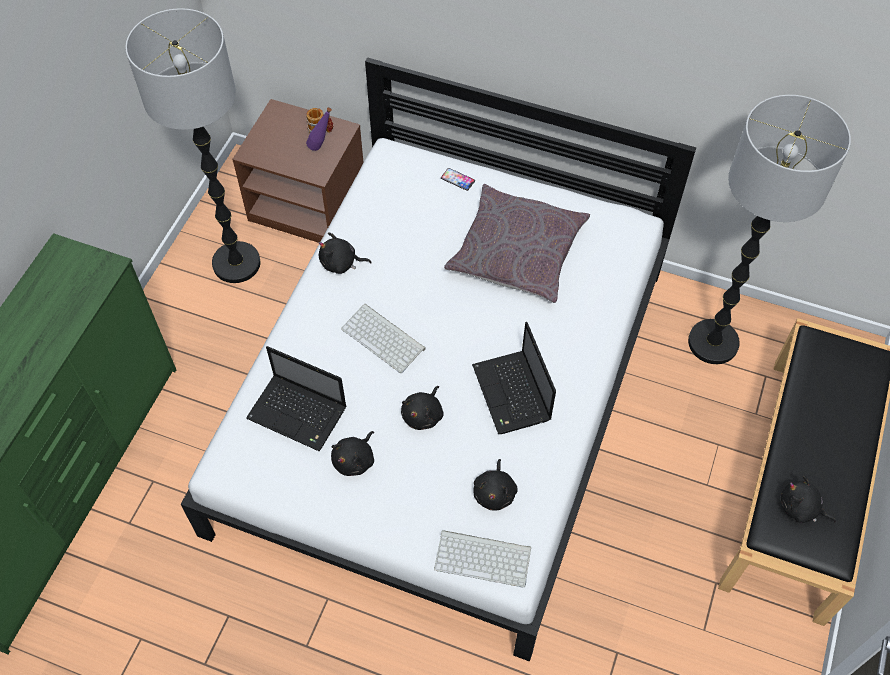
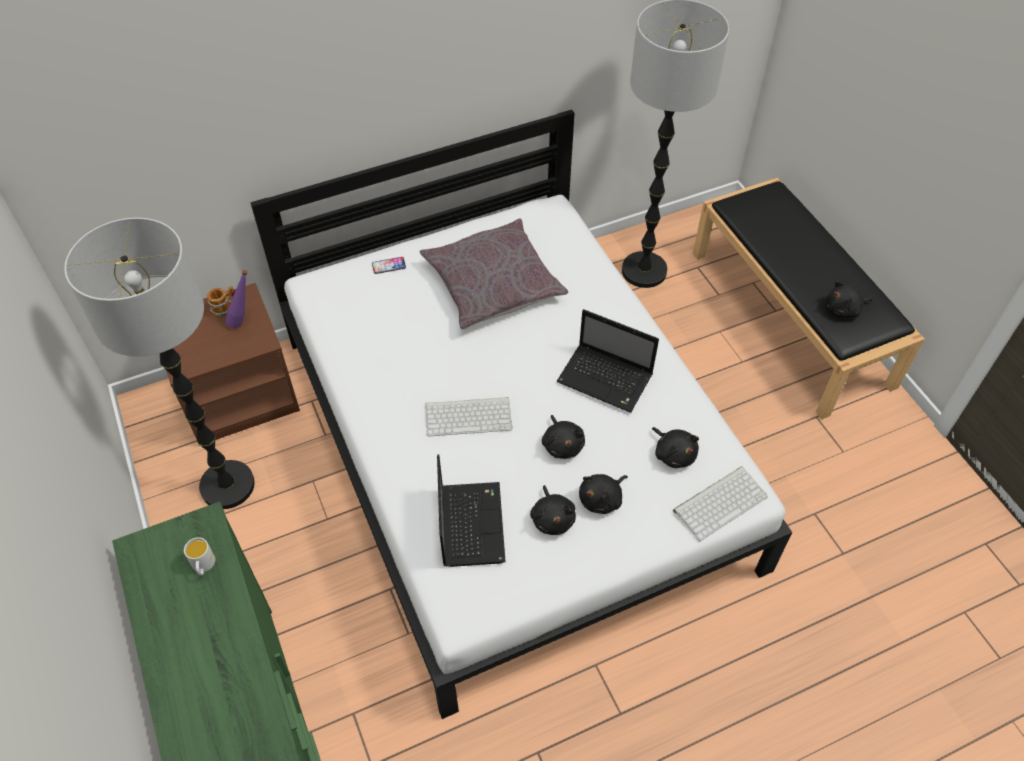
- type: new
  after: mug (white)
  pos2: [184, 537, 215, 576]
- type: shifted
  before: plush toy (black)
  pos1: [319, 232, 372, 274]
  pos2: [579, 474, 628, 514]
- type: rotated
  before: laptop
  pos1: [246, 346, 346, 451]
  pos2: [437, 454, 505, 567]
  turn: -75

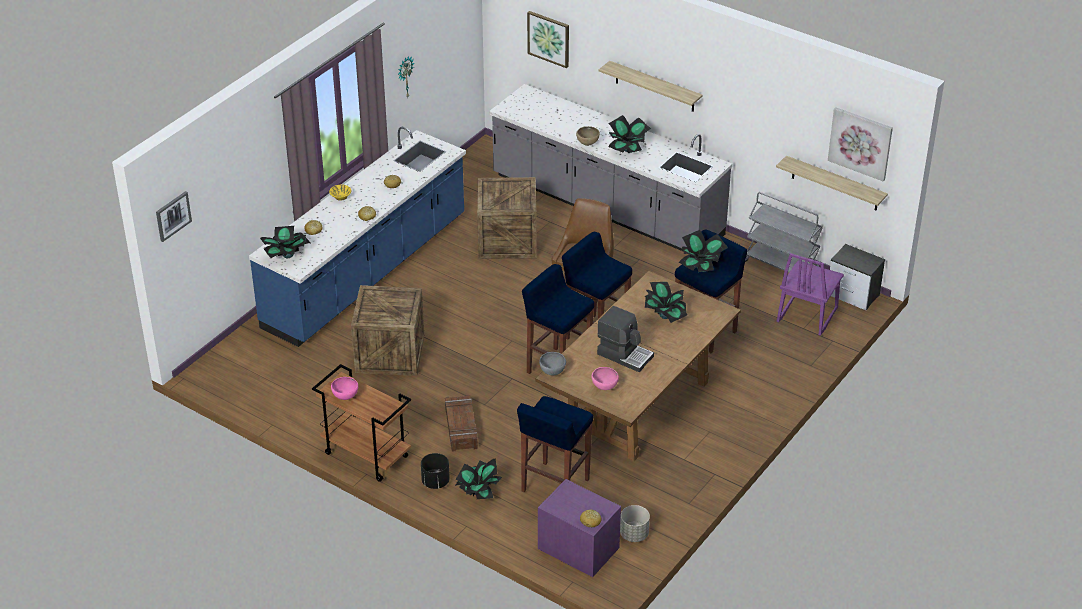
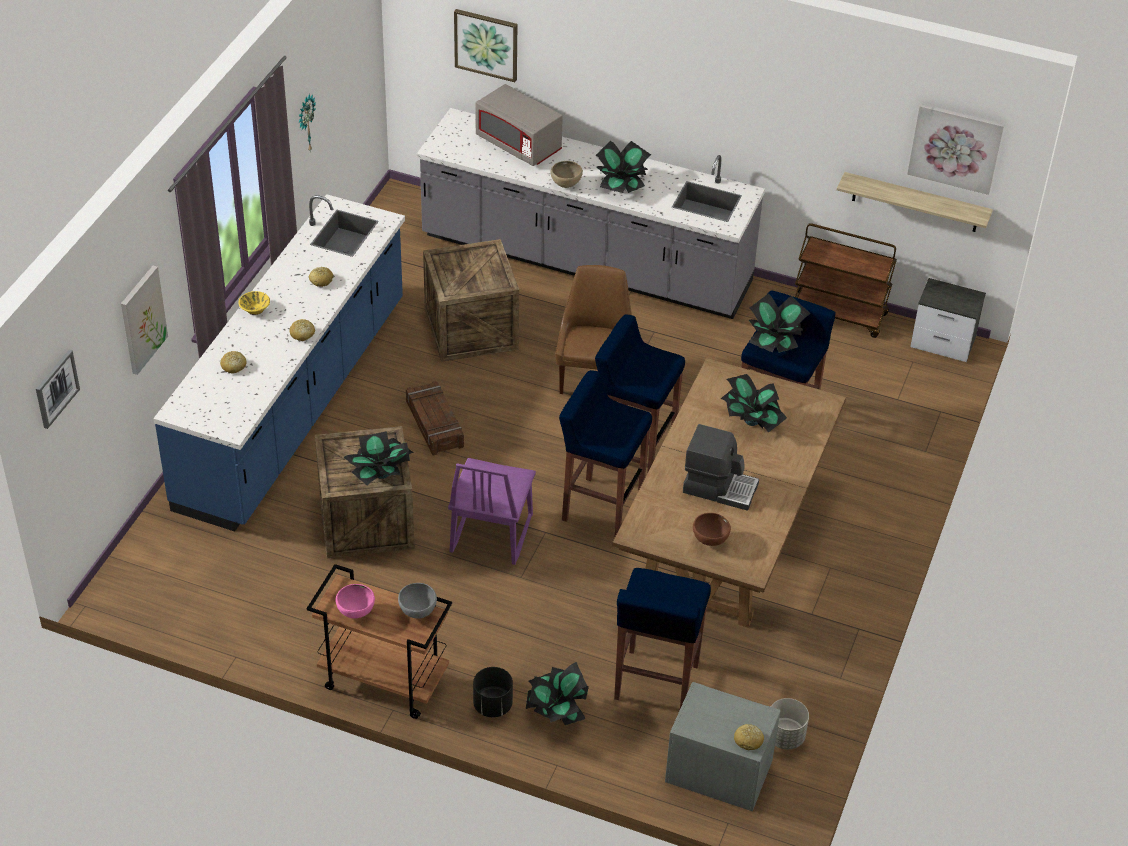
- type: gone
  before: shelf
  pos1: [599, 61, 703, 112]
- type: new
  after: picture
  pos2: [121, 266, 168, 375]
- type: new
  after: microwave (grey)
  pos2: [475, 84, 563, 166]
- type: shifted
  before: potted plant
  pos1: [260, 226, 311, 258]
  pos2: [343, 431, 414, 486]
- type: shifted
  before: crate
  pos1: [445, 395, 478, 451]
  pos2: [406, 381, 464, 455]
- type: shifted
  before: bowl (grey)
  pos1: [539, 352, 566, 375]
  pos2: [398, 583, 437, 619]
- type: shifted
  before: chair (purple)
  pos1: [777, 253, 844, 336]
  pos2: [448, 458, 536, 565]
- type: repainted
  before: nightstand (purple)
  after: nightstand (grey)
  pos1: [538, 479, 621, 577]
  pos2: [665, 682, 780, 811]
- type: repainted
  before: bowl (pink)
  after: bowl (brown)
  pos1: [591, 367, 619, 390]
  pos2: [693, 513, 731, 546]
- type: repainted
  before: cart (grey)
  after: cart (brown)
  pos1: [745, 192, 823, 273]
  pos2: [795, 223, 897, 338]

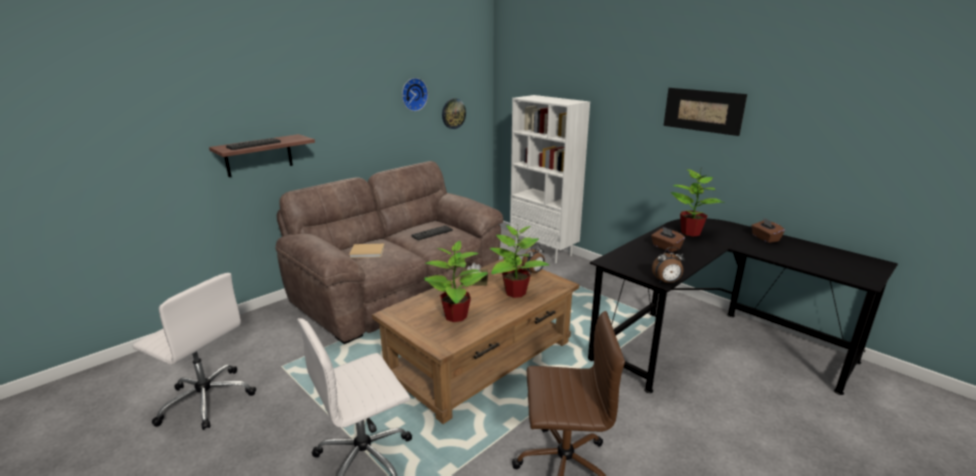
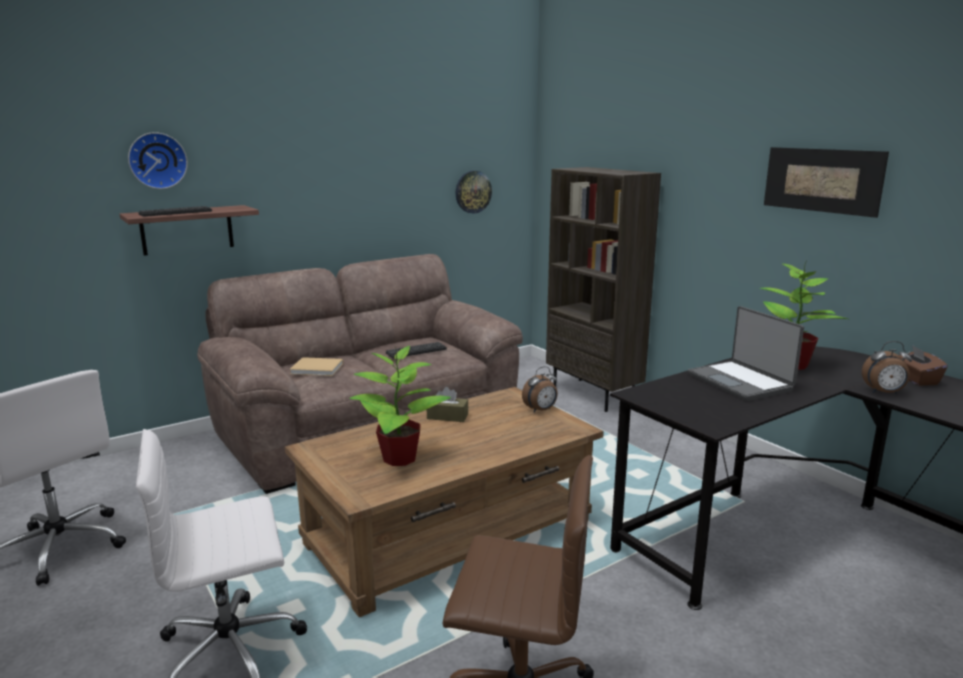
- type: gone
  before: potted plant
  pos1: [489, 225, 549, 298]
- type: shifted
  before: wall clock
  pos1: [402, 78, 428, 111]
  pos2: [128, 132, 188, 189]
- type: shifted
  before: alarm clock
  pos1: [652, 247, 684, 283]
  pos2: [862, 341, 912, 394]
- type: swapped
  before: tissue box (brown)
  after: laptop
  pos1: [651, 226, 685, 252]
  pos2: [688, 306, 804, 401]
- type: repainted
  before: bookcase (white)
  after: bookcase (brown)
  pos1: [510, 95, 590, 264]
  pos2: [546, 167, 661, 412]

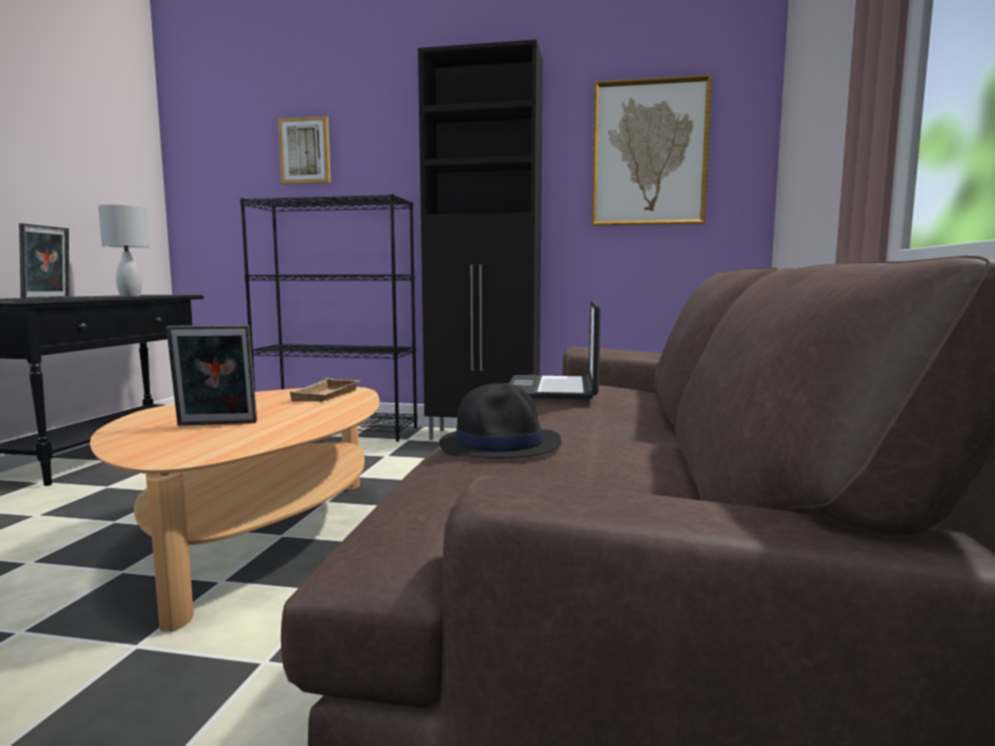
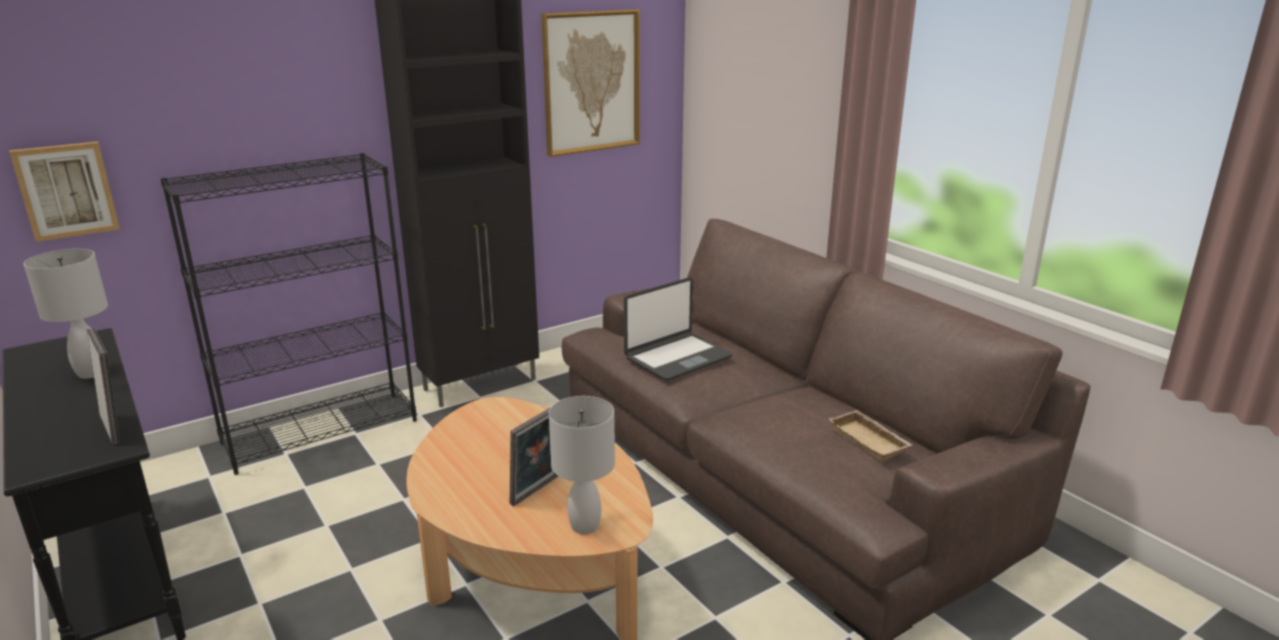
- type: gone
  before: hat (black)
  pos1: [439, 383, 562, 458]
- type: new
  after: table lamp (white)
  pos2: [549, 396, 615, 534]
- type: shifted
  before: picture
  pos1: [278, 116, 331, 184]
  pos2: [9, 142, 120, 242]
- type: shifted
  before: tray (beige)
  pos1: [290, 378, 360, 402]
  pos2: [829, 410, 912, 462]
- type: rotated
  before: laptop
  pos1: [509, 301, 601, 400]
  pos2: [624, 277, 732, 380]
  turn: -90

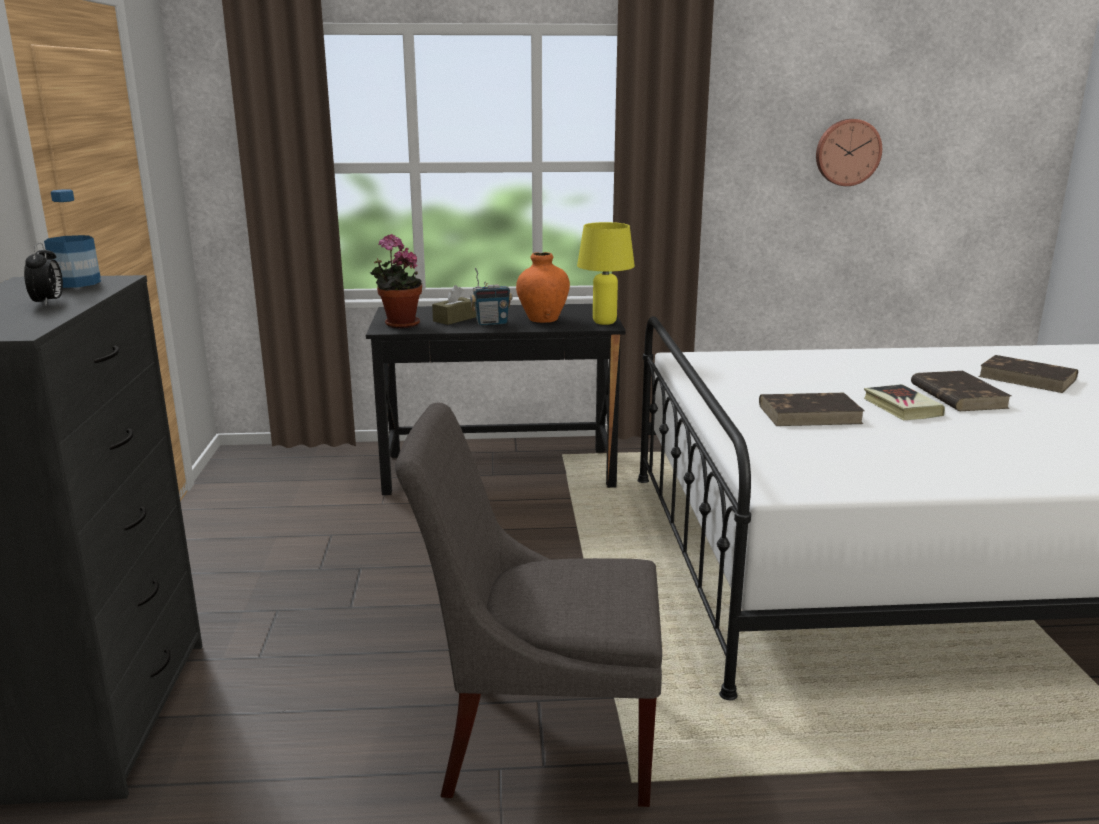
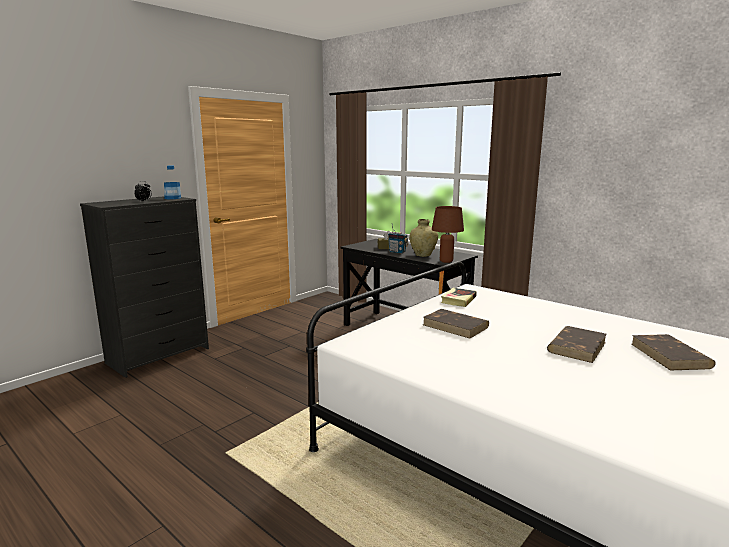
- type: gone
  before: potted plant
  pos1: [370, 234, 422, 328]
- type: gone
  before: chair (grey)
  pos1: [395, 403, 662, 807]
- type: gone
  before: wall clock
  pos1: [816, 119, 882, 186]
- type: shifted
  before: book
  pos1: [864, 384, 945, 420]
  pos2: [441, 288, 477, 307]
- type: repainted
  before: vase (orange)
  after: vase (beige)
  pos1: [516, 252, 570, 323]
  pos2: [409, 219, 438, 257]
- type: repainted
  before: table lamp (yellow)
  after: table lamp (brown)
  pos1: [577, 222, 635, 325]
  pos2: [432, 206, 464, 263]

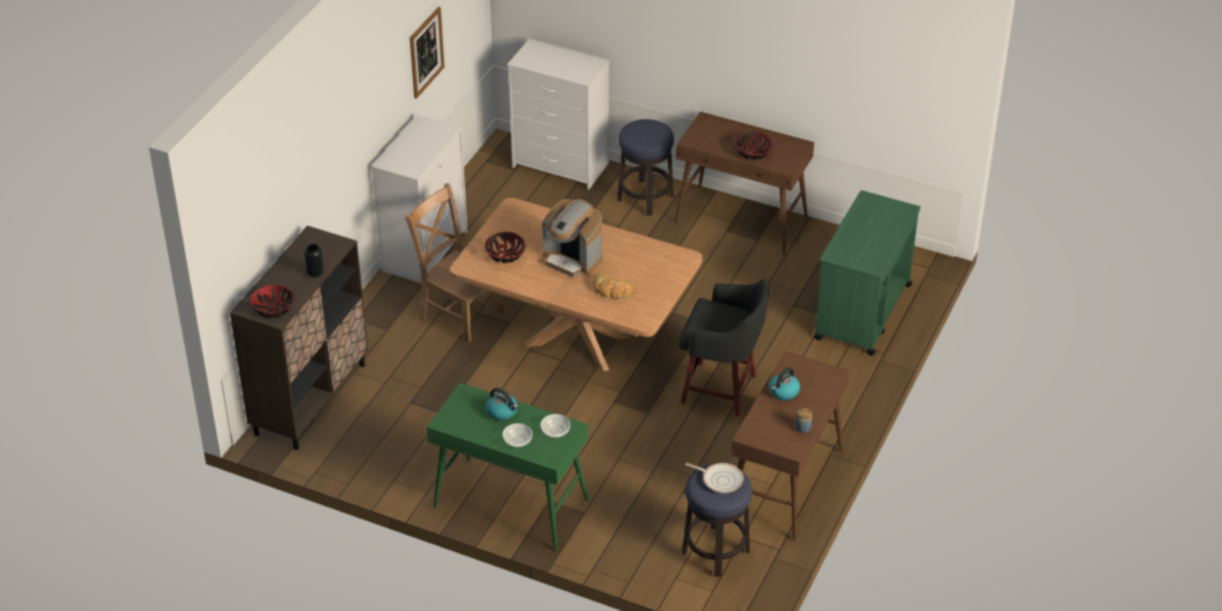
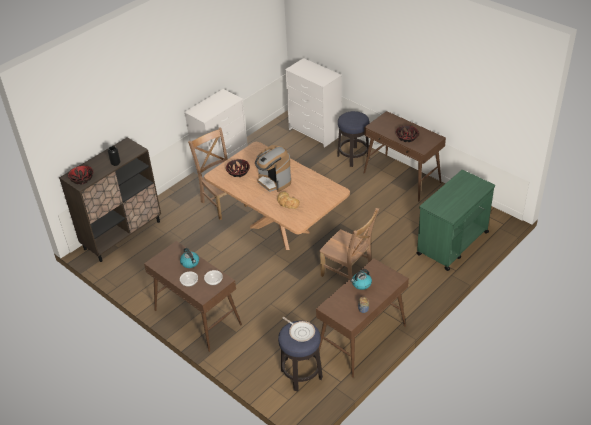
- type: gone
  before: picture
  pos1: [410, 7, 445, 99]
- type: swapped
  before: stool (black)
  after: chair (brown)
  pos1: [679, 279, 769, 416]
  pos2: [319, 208, 379, 279]
- type: repainted
  before: console table (green)
  after: console table (brown)
  pos1: [427, 383, 589, 550]
  pos2: [144, 241, 242, 352]

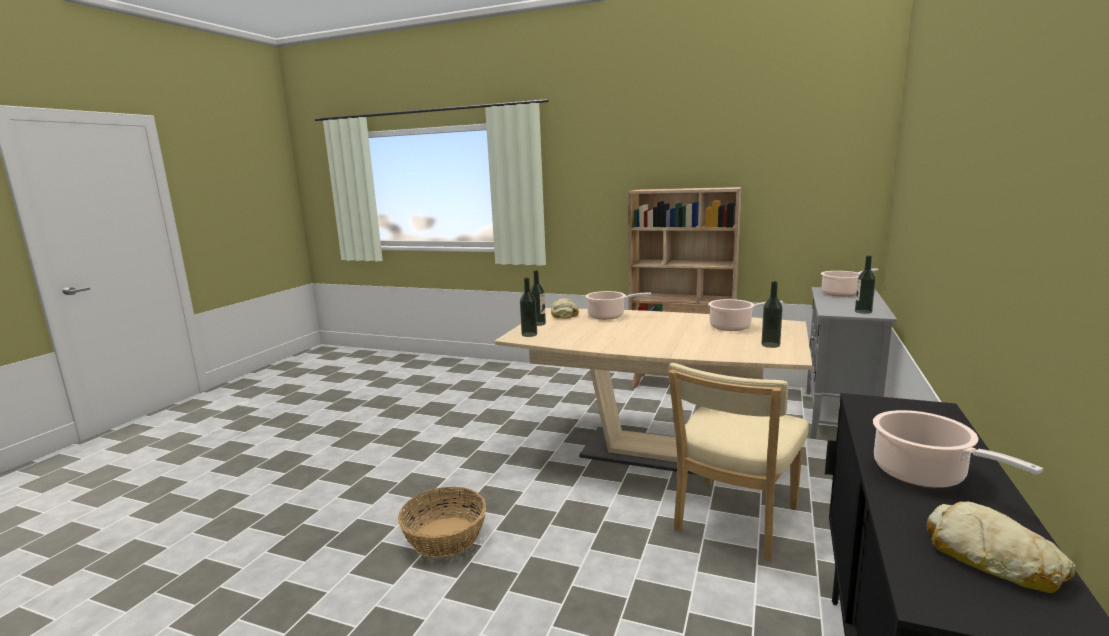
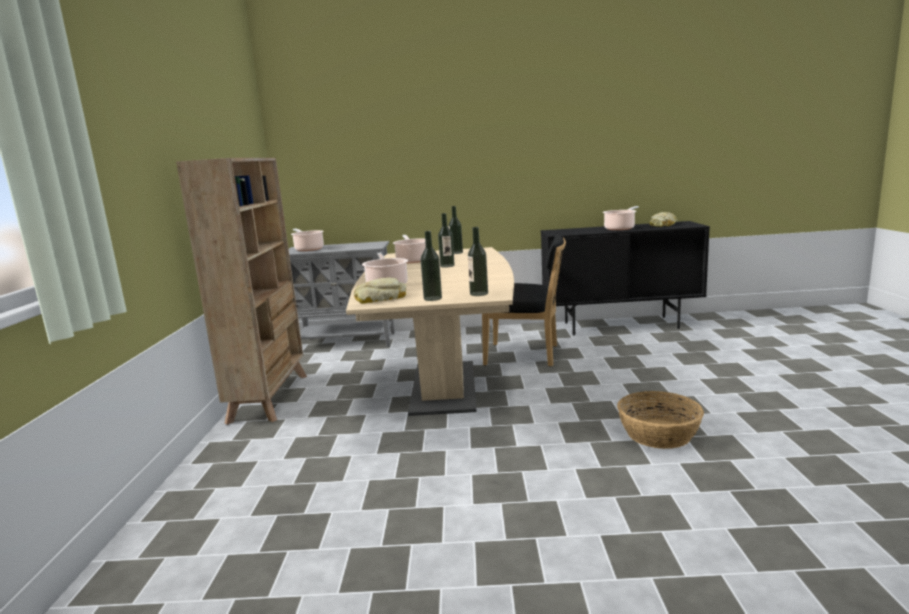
- type: shifted
  before: bottle
  pos1: [855, 255, 876, 314]
  pos2: [438, 213, 455, 267]
- type: repainted
  before: chair (beige)
  after: chair (black)
  pos1: [668, 363, 809, 561]
  pos2: [482, 234, 566, 367]

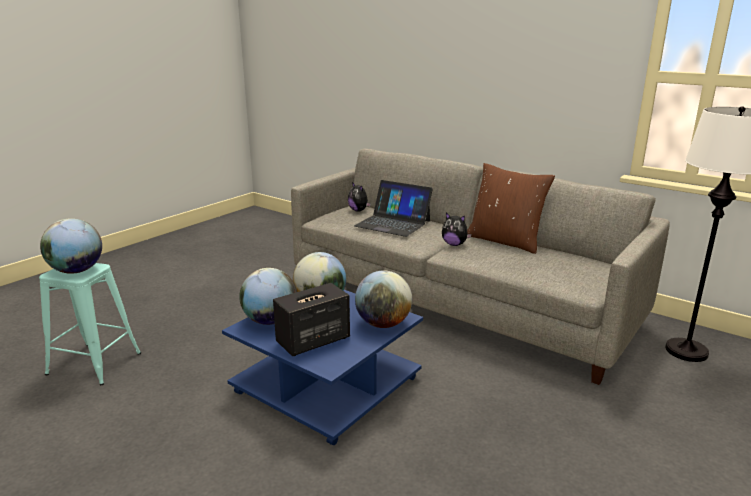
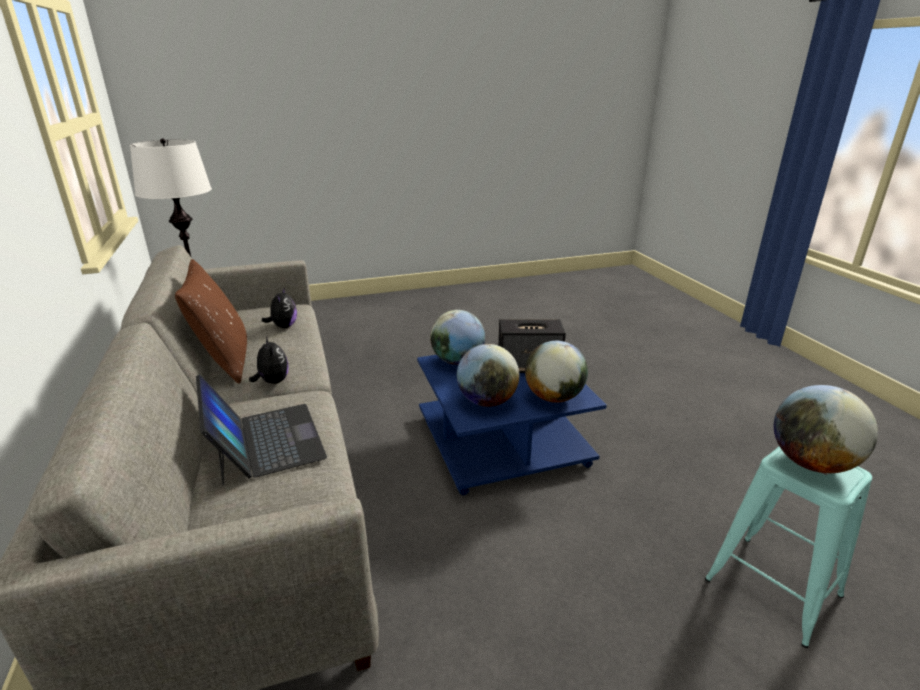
- type: shifted
  before: plush toy
  pos1: [348, 182, 371, 212]
  pos2: [262, 287, 297, 328]

